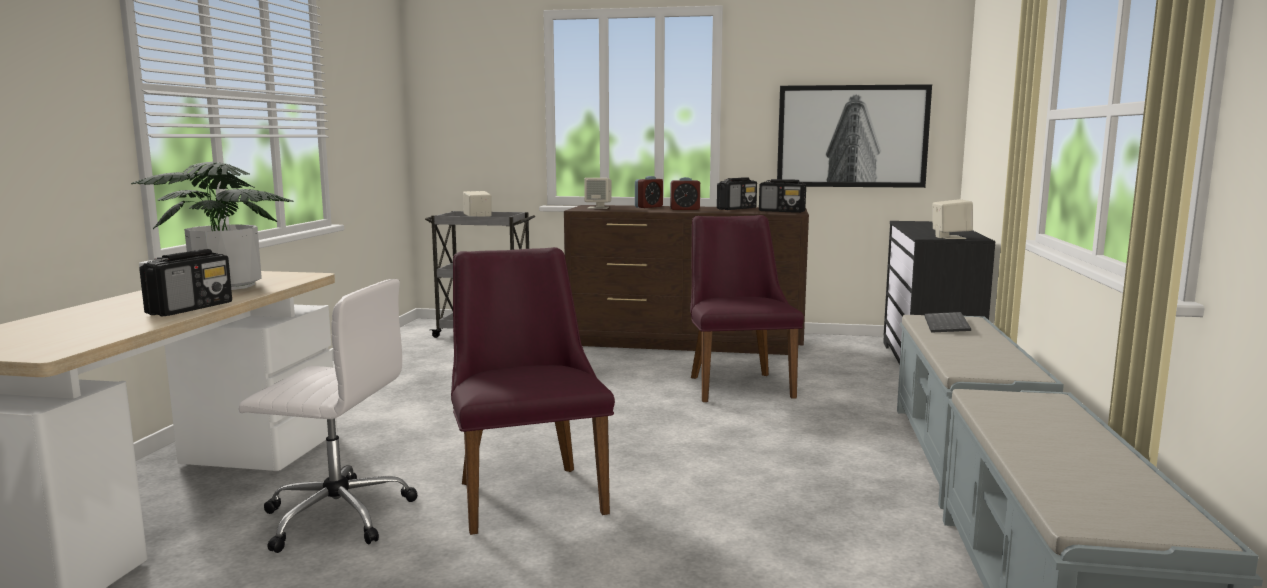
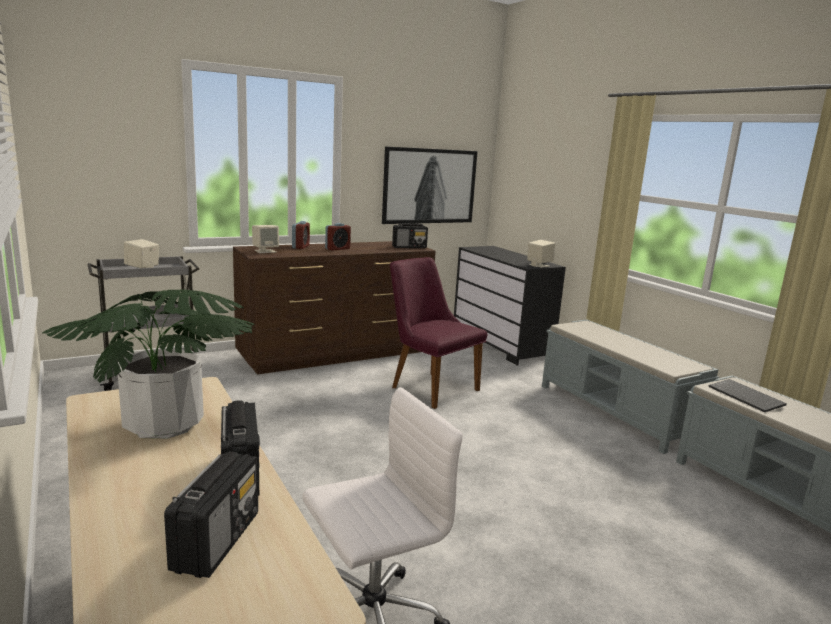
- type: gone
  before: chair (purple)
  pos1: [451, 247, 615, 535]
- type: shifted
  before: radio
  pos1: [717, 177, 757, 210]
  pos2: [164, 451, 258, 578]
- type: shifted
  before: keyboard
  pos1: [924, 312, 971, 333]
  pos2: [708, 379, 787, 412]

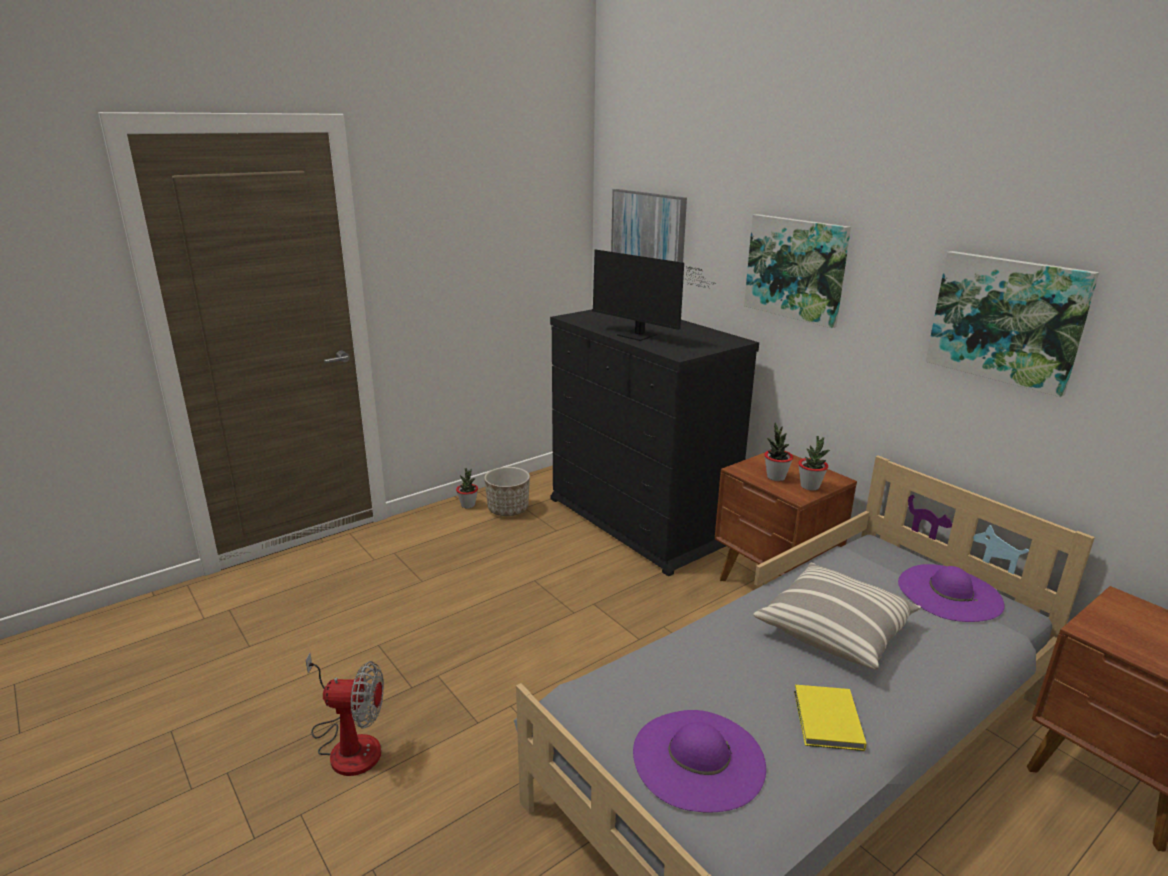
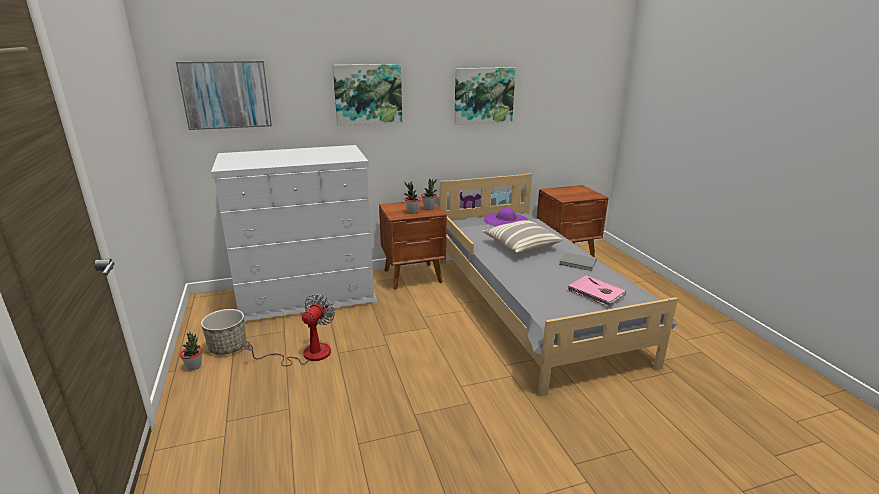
- type: gone
  before: monitor
  pos1: [592, 249, 713, 341]
- type: shifted
  before: fan
  pos1: [306, 653, 384, 776]
  pos2: [243, 294, 335, 366]
- type: swapped
  before: hat (purple)
  after: book (pink)
  pos1: [633, 710, 766, 812]
  pos2: [567, 276, 626, 307]
- type: repainted
  before: dresser (black)
  after: dresser (white)
  pos1: [550, 310, 759, 577]
  pos2: [211, 145, 378, 321]
- type: repainted
  before: book (yellow)
  after: book (grey)
  pos1: [794, 685, 867, 751]
  pos2: [559, 252, 597, 271]

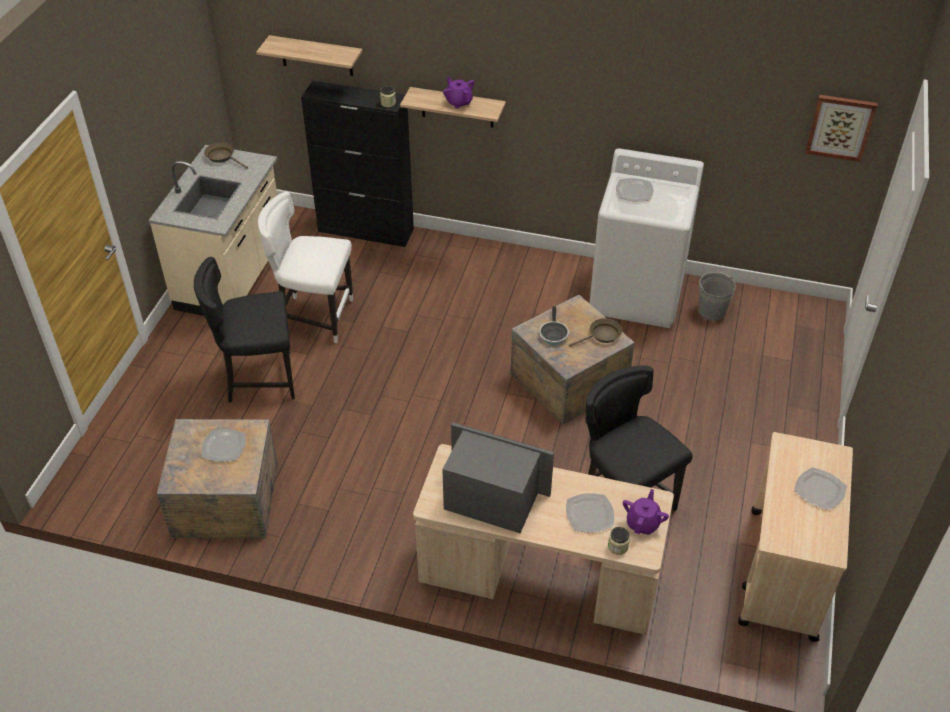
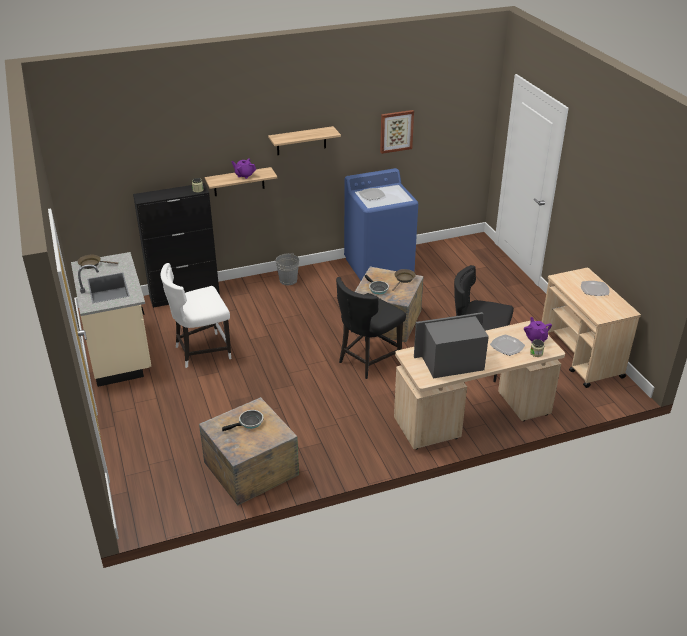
- type: shifted
  before: chair (black)
  pos1: [194, 257, 295, 403]
  pos2: [336, 277, 406, 379]
- type: shifted
  before: shelf
  pos1: [256, 35, 362, 76]
  pos2: [268, 126, 341, 155]
- type: shifted
  before: bucket (grey)
  pos1: [699, 272, 736, 321]
  pos2: [276, 253, 299, 285]
- type: shifted
  before: picture
  pos1: [805, 95, 877, 162]
  pos2: [380, 110, 414, 154]
- type: swapped
  before: plate
  after: frying pan
  pos1: [202, 429, 246, 462]
  pos2: [222, 410, 264, 431]
- type: repainted
  before: washing machine (white)
  after: washing machine (blue)
  pos1: [589, 148, 704, 328]
  pos2: [344, 168, 418, 280]

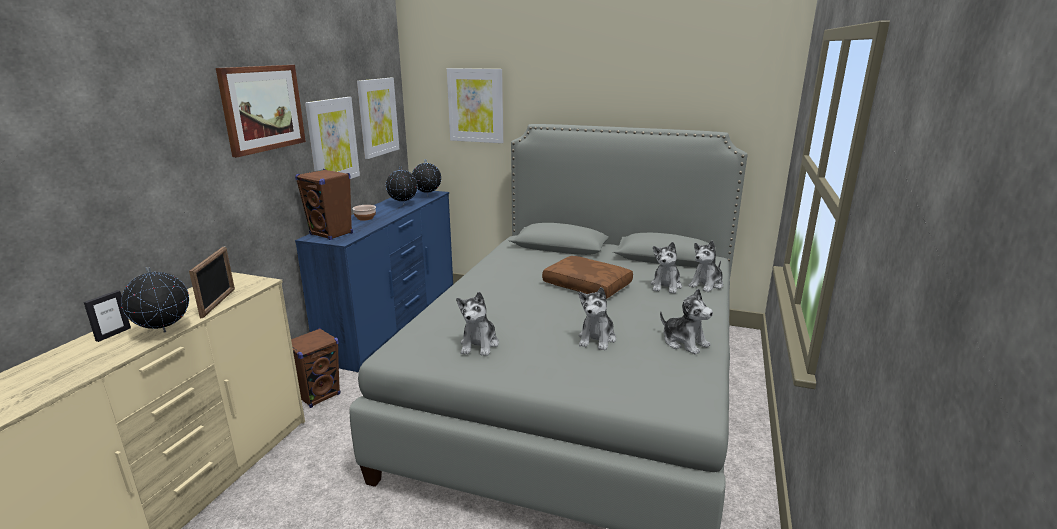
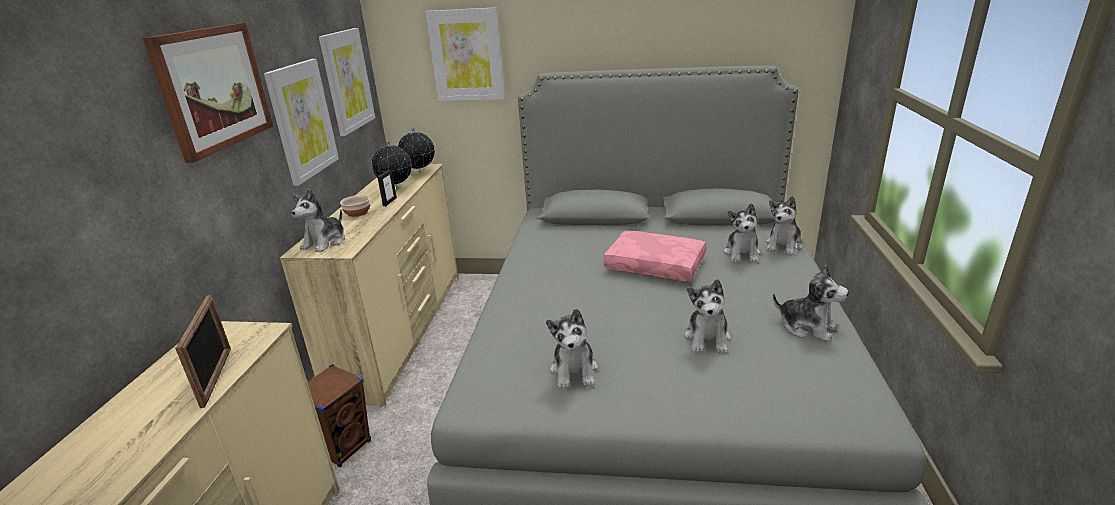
- type: gone
  before: globe
  pos1: [121, 267, 189, 333]
- type: shifted
  before: picture frame
  pos1: [84, 290, 131, 342]
  pos2: [377, 169, 397, 206]
- type: swapped
  before: speaker (brown)
  after: plush toy
  pos1: [295, 169, 353, 240]
  pos2: [291, 189, 345, 253]
- type: repainted
  before: dresser (blue)
  after: dresser (beige)
  pos1: [295, 189, 453, 373]
  pos2: [280, 164, 458, 406]
- type: repainted
  before: pillow (brown)
  after: pillow (pink)
  pos1: [542, 256, 633, 299]
  pos2: [603, 231, 706, 281]

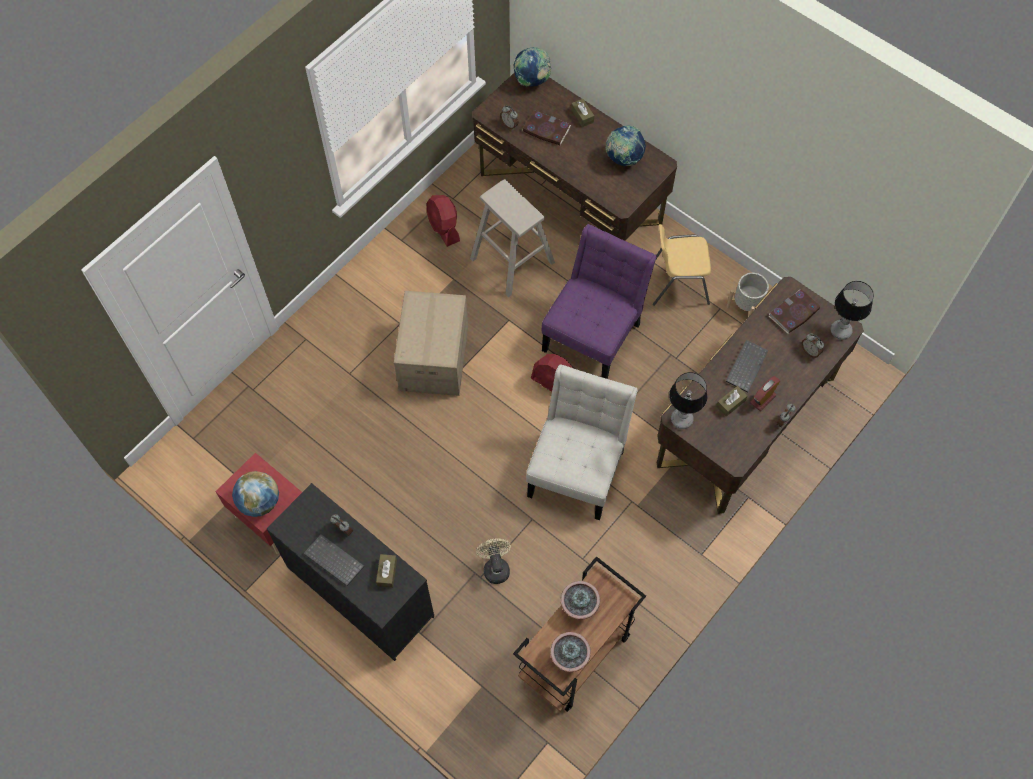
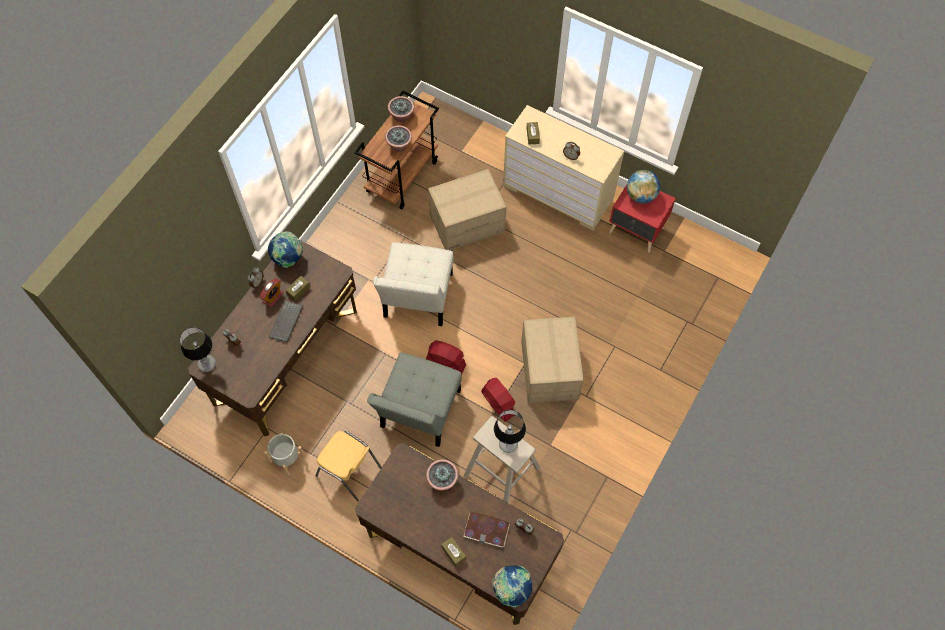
- type: gone
  before: keyboard
  pos1: [304, 534, 364, 586]
- type: gone
  before: book
  pos1: [768, 290, 820, 334]
- type: new
  after: potted plant
  pos2: [426, 459, 458, 491]
- type: shifted
  before: fan (red)
  pos1: [427, 195, 460, 247]
  pos2: [481, 378, 515, 422]
- type: shifted
  before: globe
  pos1: [605, 126, 646, 166]
  pos2: [268, 231, 303, 268]
- type: shifted
  before: table lamp
  pos1: [669, 372, 707, 429]
  pos2: [494, 410, 526, 453]
- type: swapped
  before: fan (beige)
  after: cardboard box
  pos1: [476, 538, 511, 584]
  pos2: [428, 169, 507, 250]
- type: repainted
  before: dresser (black)
  after: dresser (beige)
  pos1: [267, 483, 434, 661]
  pos2: [503, 105, 624, 231]
- type: repainted
  before: chair (purple)
  after: chair (grey)
  pos1: [542, 224, 657, 379]
  pos2: [367, 352, 462, 447]
- type: rotated
  before: chair (yellow)
  pos1: [653, 224, 711, 306]
  pos2: [316, 431, 382, 502]
  turn: 45

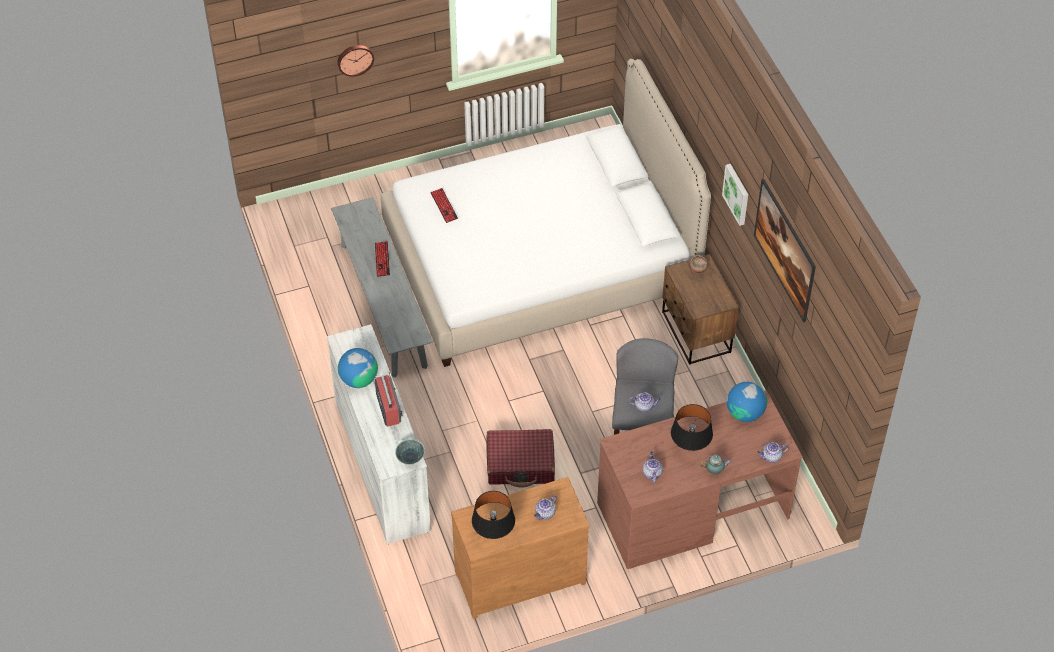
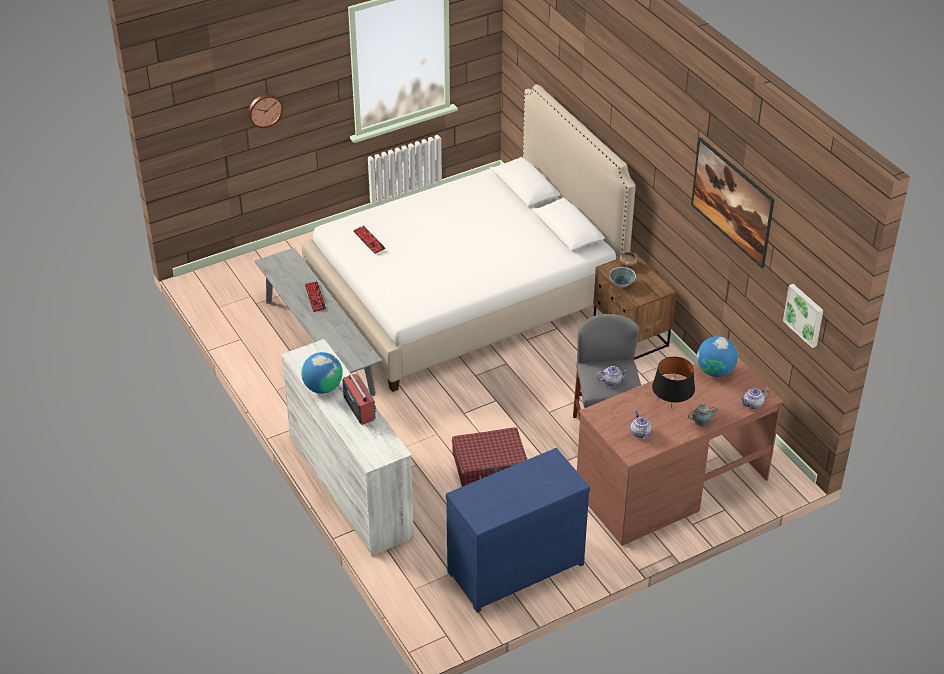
- type: gone
  before: table lamp (black)
  pos1: [472, 491, 515, 539]
- type: gone
  before: teapot
  pos1: [534, 495, 557, 519]
- type: shifted
  before: bowl
  pos1: [395, 439, 425, 465]
  pos2: [609, 267, 636, 287]
- type: shifted
  before: picture
  pos1: [722, 164, 748, 226]
  pos2: [783, 284, 823, 348]
- type: repainted
  before: dresser (brown)
  after: dresser (blue)
  pos1: [451, 477, 589, 619]
  pos2: [446, 448, 590, 613]

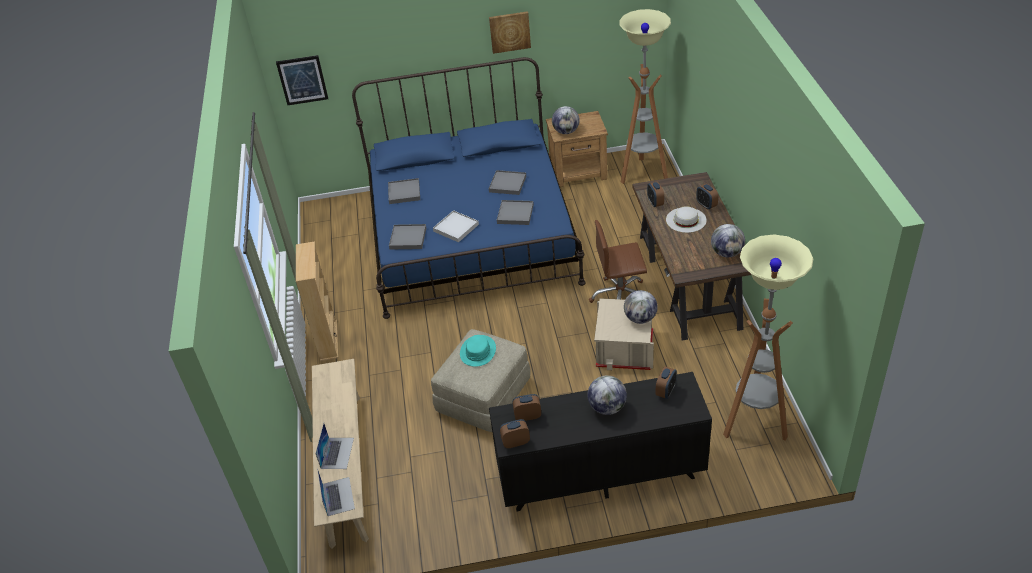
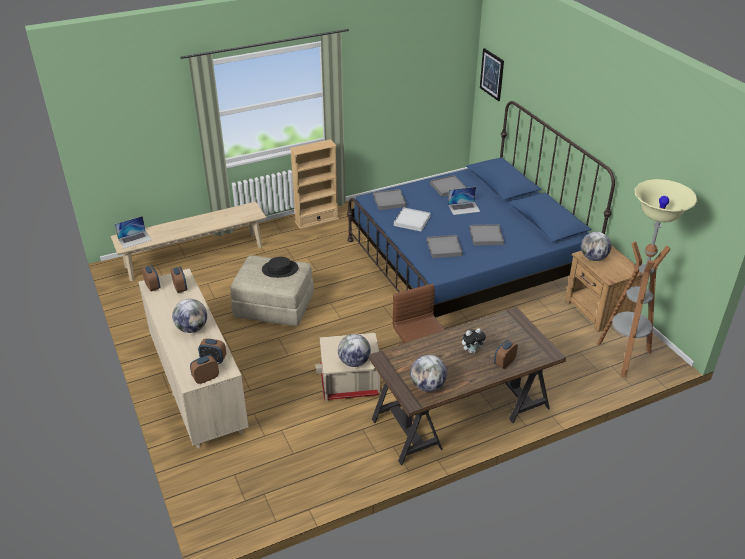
- type: gone
  before: picture
  pos1: [489, 11, 531, 54]
- type: gone
  before: floor lamp
  pos1: [723, 234, 813, 441]
- type: shifted
  before: laptop
  pos1: [315, 423, 354, 469]
  pos2: [448, 187, 480, 215]
- type: shifted
  before: alarm clock
  pos1: [647, 182, 664, 207]
  pos2: [190, 355, 219, 384]
- type: swapped
  before: hat (white)
  after: plush toy
  pos1: [666, 206, 707, 233]
  pos2: [462, 328, 487, 353]
- type: repainted
  before: hat (turquoise)
  after: hat (black)
  pos1: [460, 335, 496, 367]
  pos2: [262, 257, 298, 278]
- type: repainted
  before: dresser (black)
  after: dresser (beige)
  pos1: [489, 372, 712, 511]
  pos2: [138, 268, 249, 448]

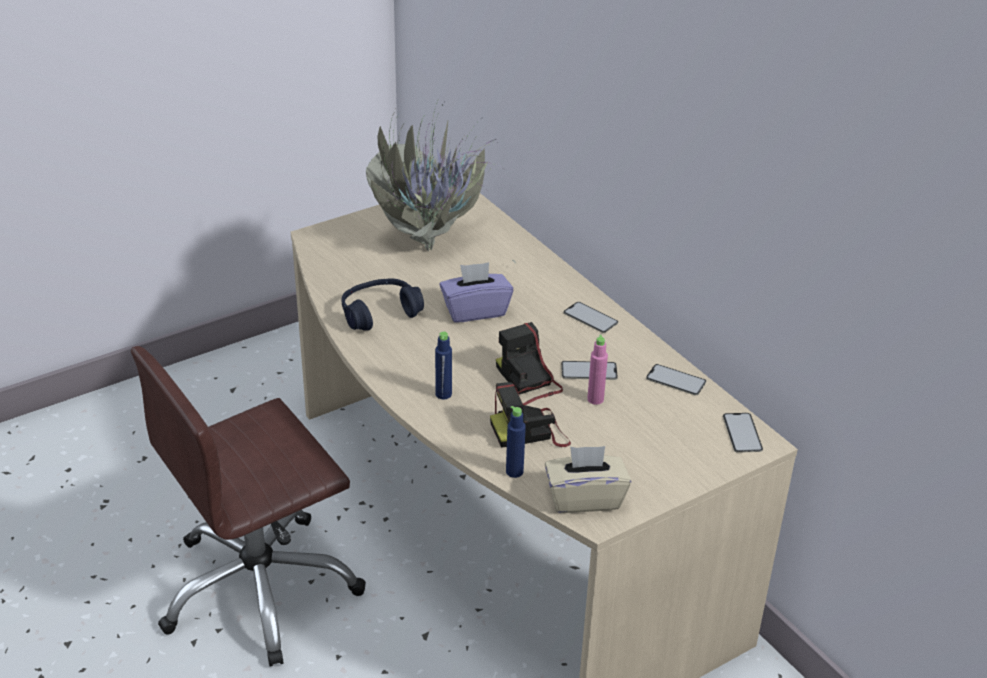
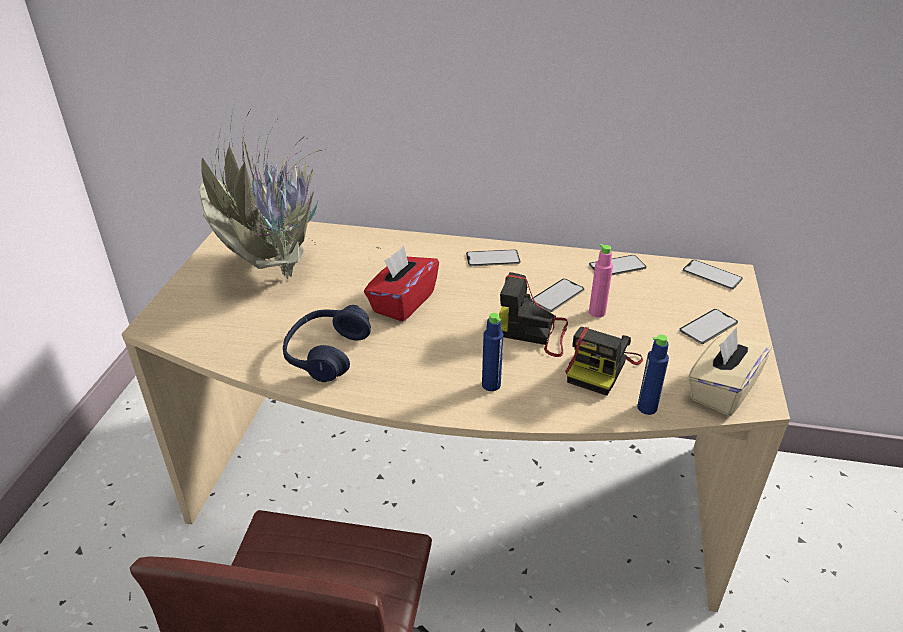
- type: new
  after: phone
  pos2: [679, 309, 738, 344]
- type: repainted
  before: tissue box (purple)
  after: tissue box (red)
  pos1: [439, 262, 514, 323]
  pos2: [364, 246, 439, 322]

